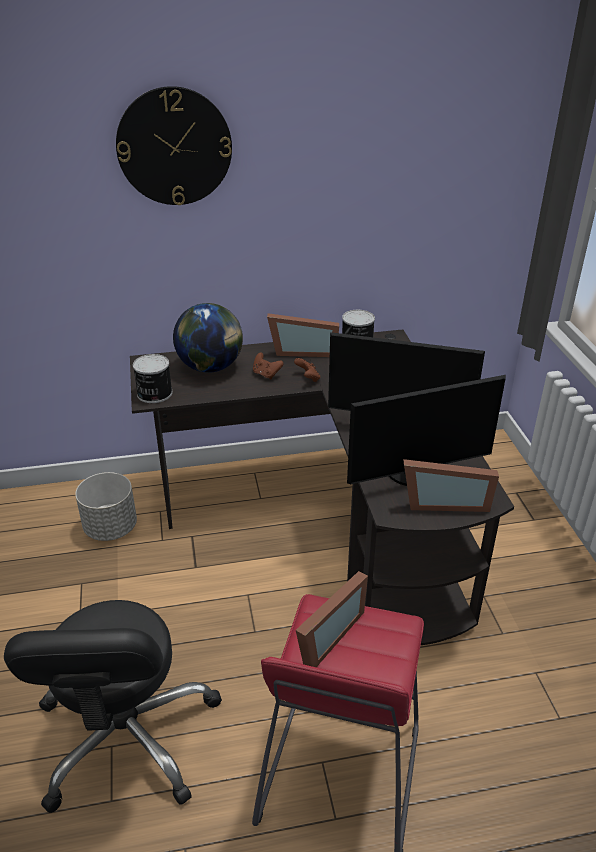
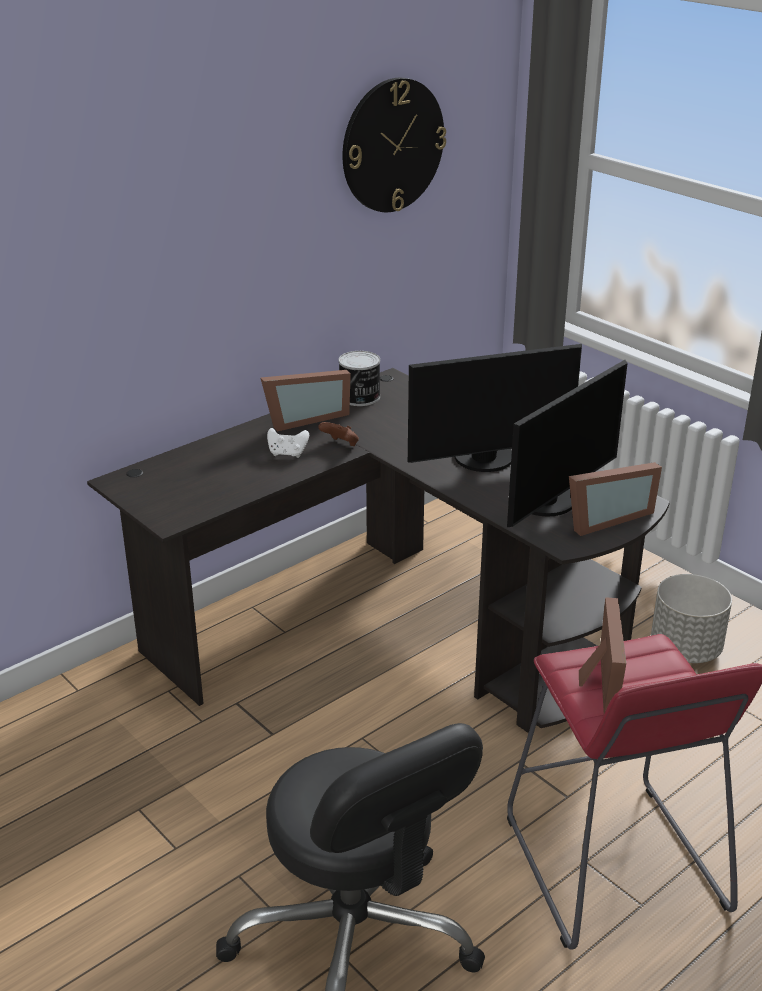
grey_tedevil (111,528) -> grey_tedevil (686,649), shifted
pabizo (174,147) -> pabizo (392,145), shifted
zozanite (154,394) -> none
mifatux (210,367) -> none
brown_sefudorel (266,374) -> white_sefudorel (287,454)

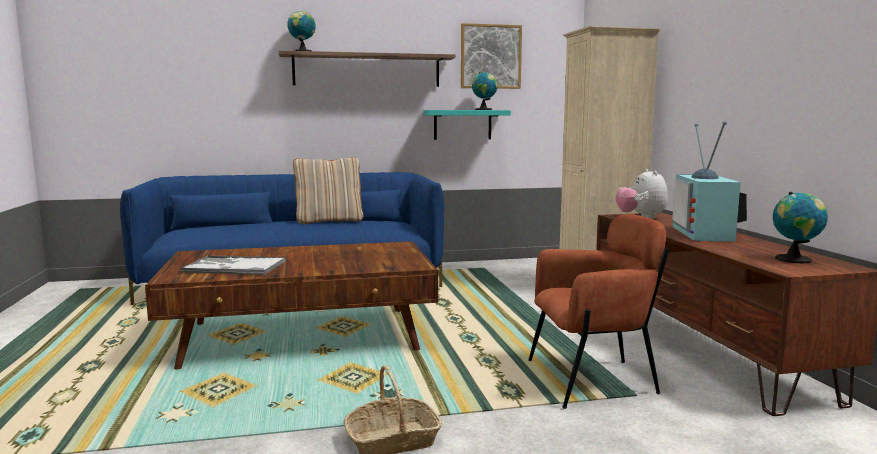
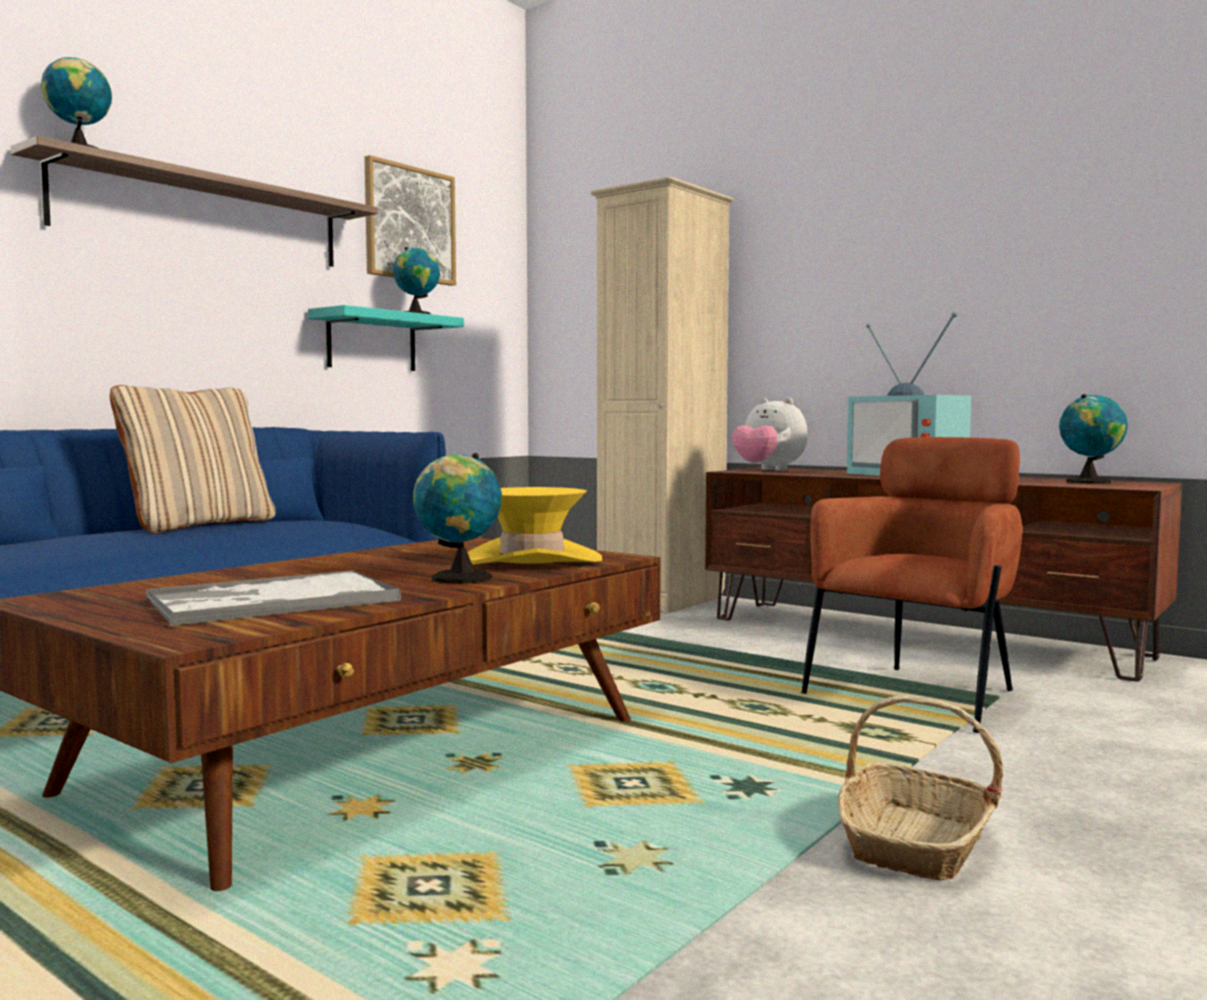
none -> mifatux (457,578)
none -> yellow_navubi (532,560)

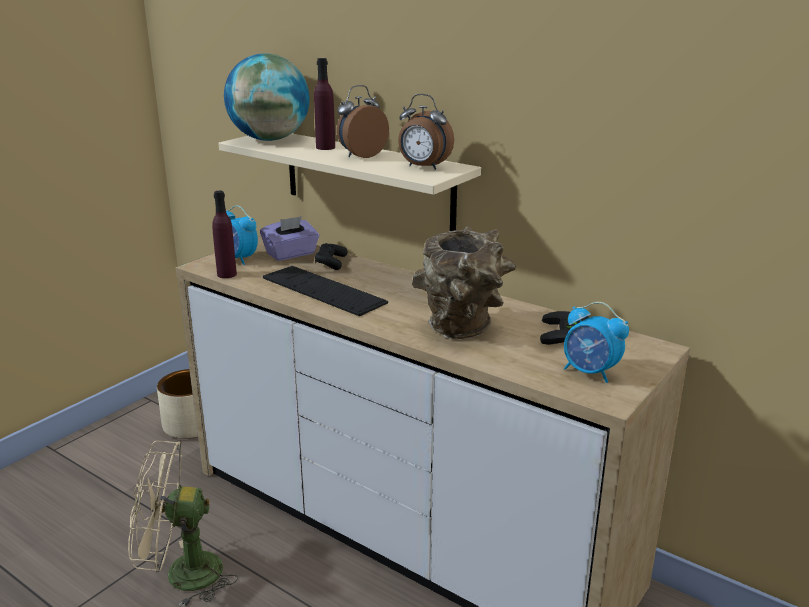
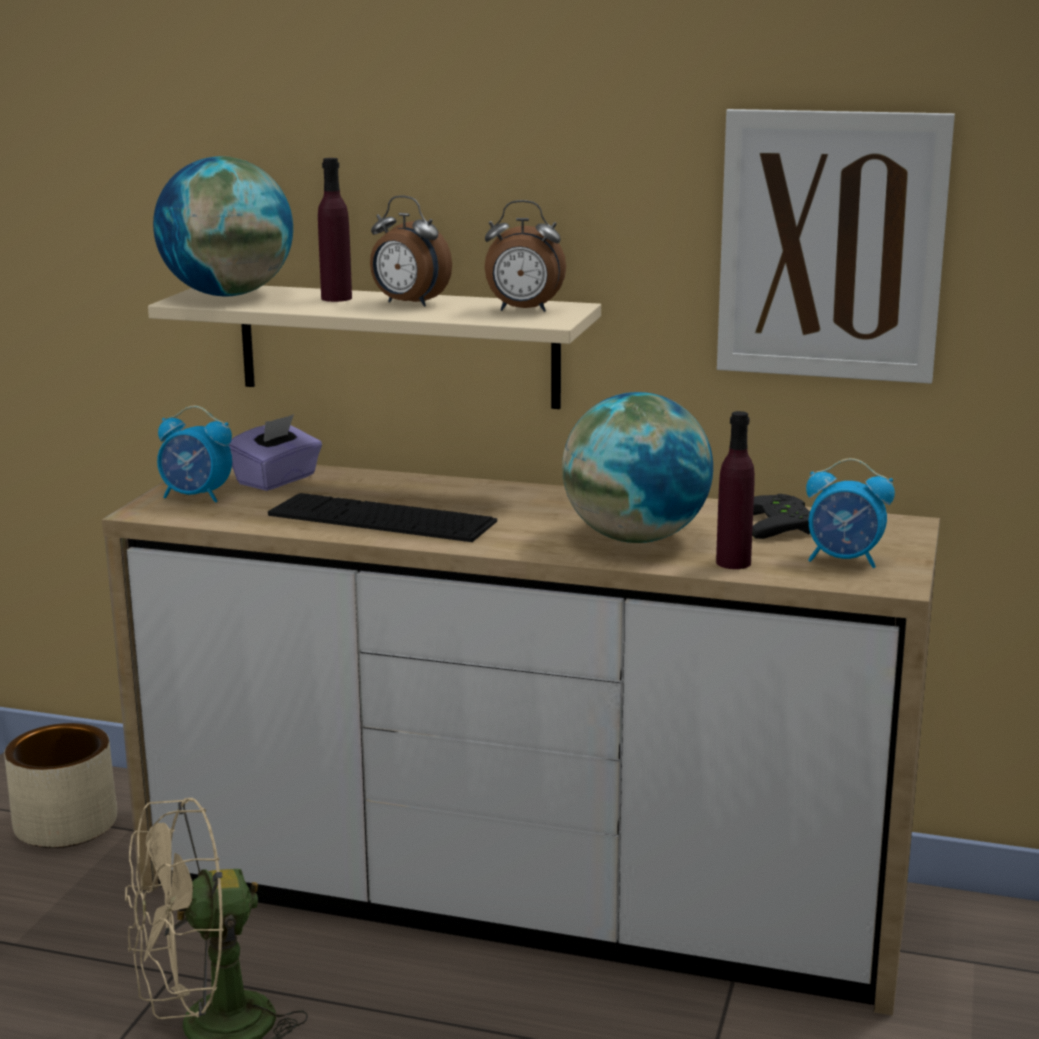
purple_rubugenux (227,274) -> purple_rubugenux (733,563), shifted
black_sefudorel (331,262) -> none
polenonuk (361,155) -> polenonuk (408,304), 90 degrees counterclockwise
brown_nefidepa (463,330) -> mifatux (636,538)
none -> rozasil (831,246)

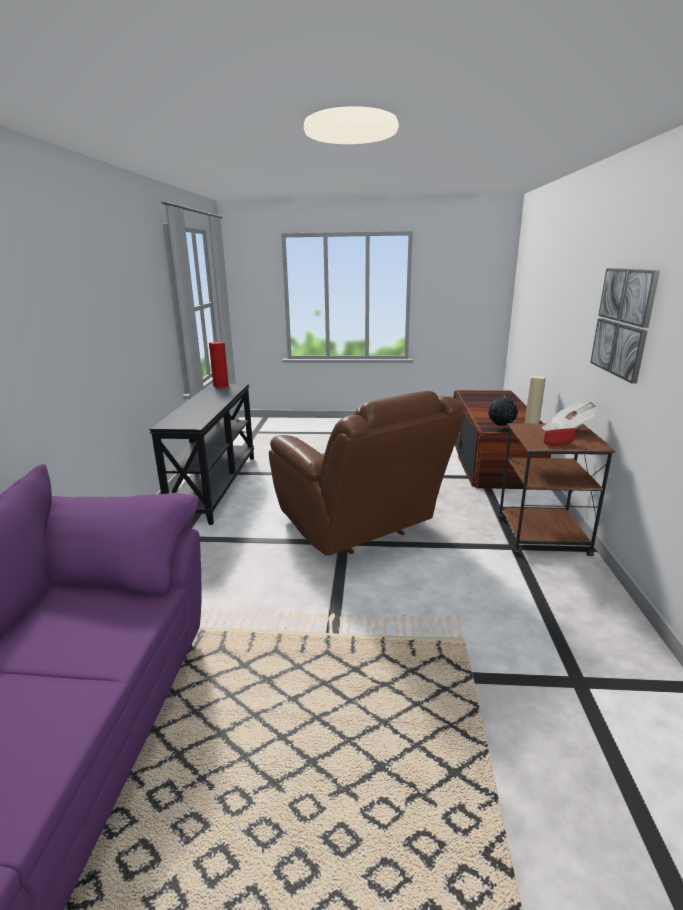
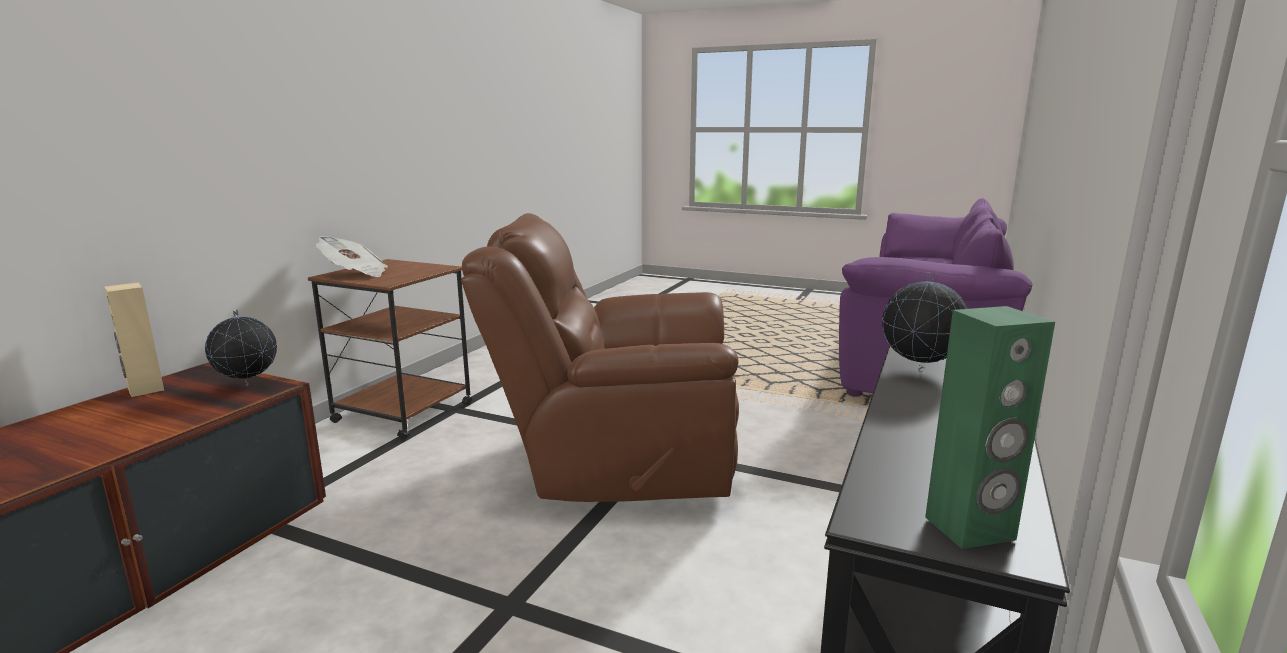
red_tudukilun (221,386) -> green_tudukilun (970,529)
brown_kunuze (360,529) -> brown_kunuze (617,462), 75 degrees counterclockwise
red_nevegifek (558,444) -> none
rozasil (623,322) -> none
none -> mifatux (918,371)

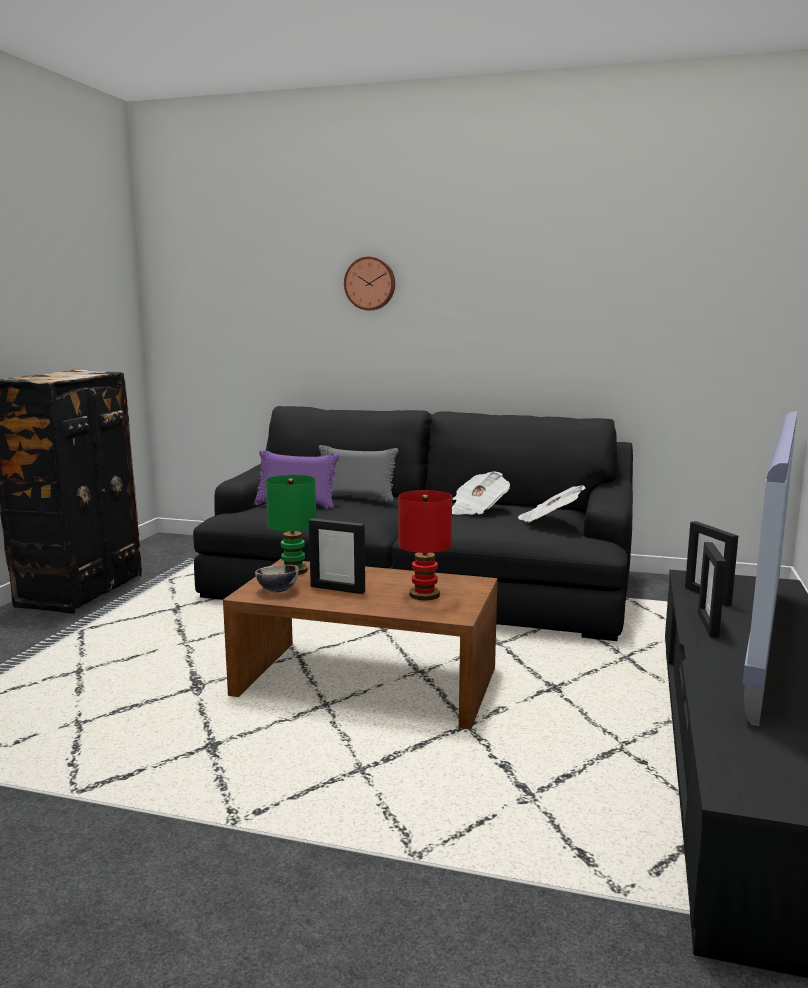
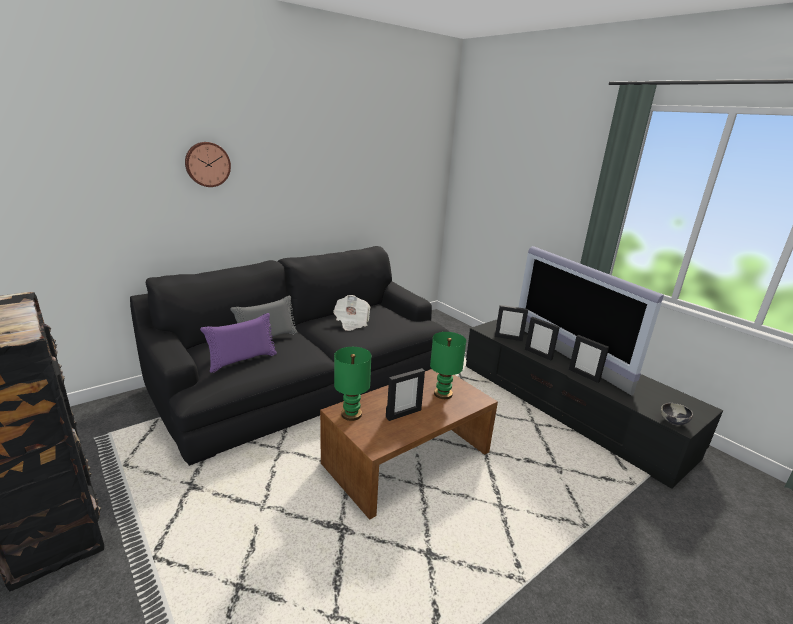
nevegifek (277,591) -> nevegifek (673,422), shifted
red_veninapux (424,595) -> green_veninapux (443,394)
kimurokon (549,521) -> none
none -> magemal (584,375)

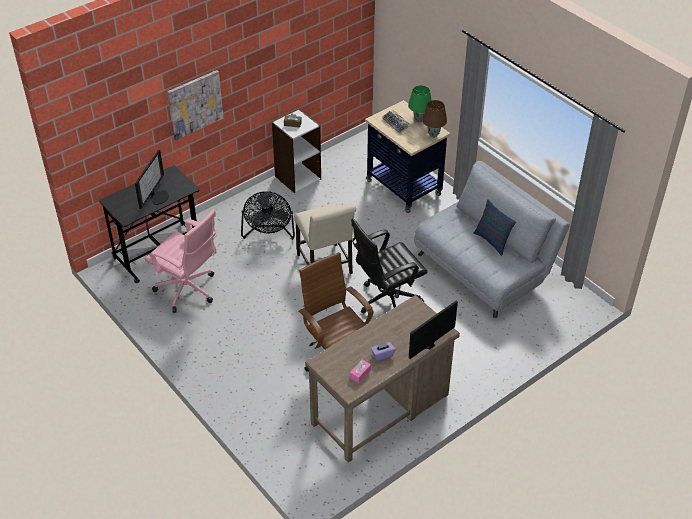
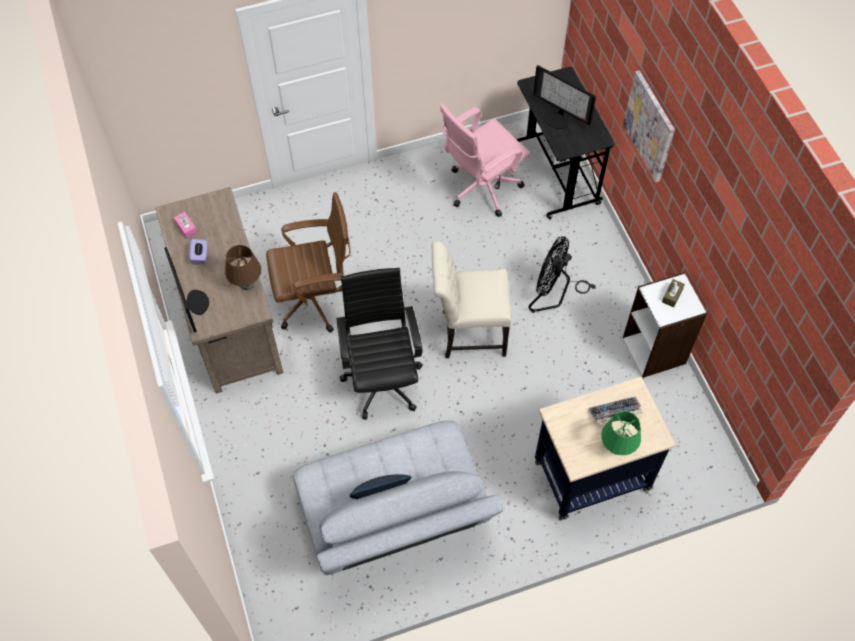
brown_veninapux (433,135) -> brown_veninapux (247,284), shifted

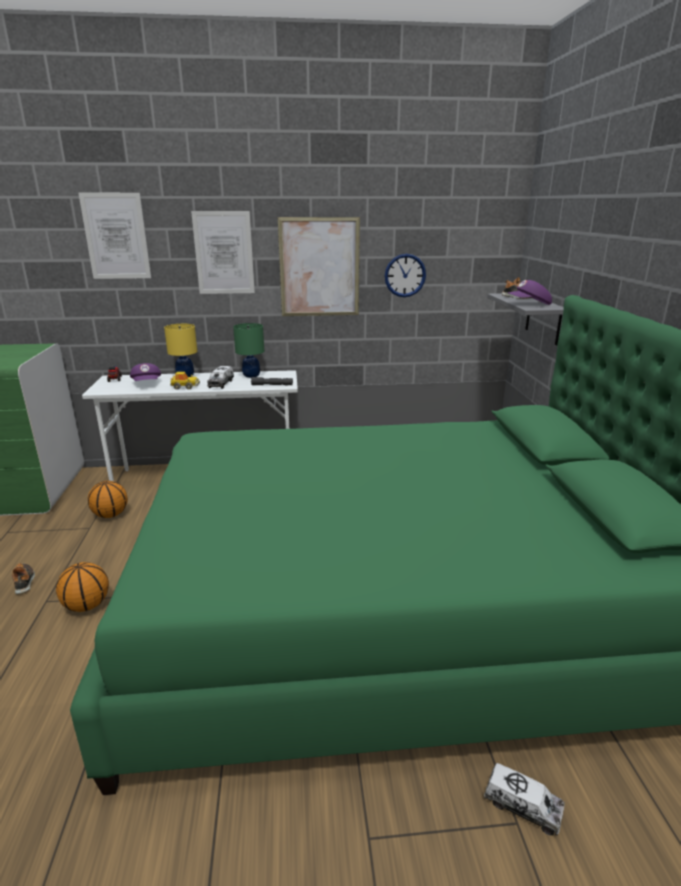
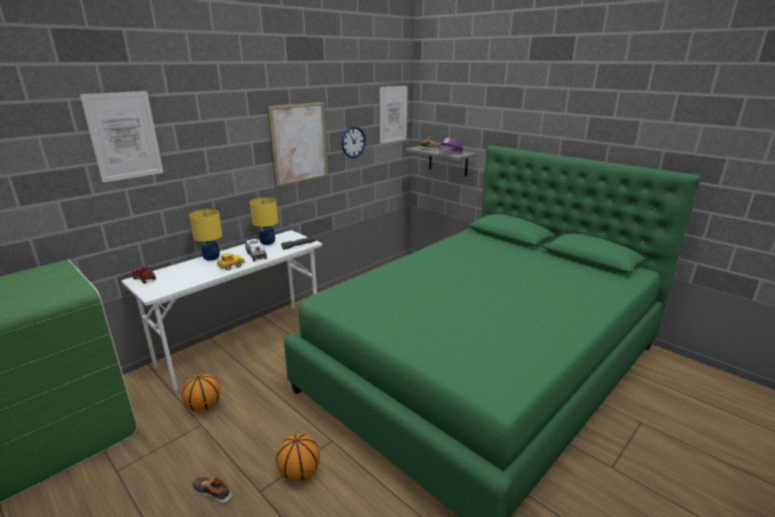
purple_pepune (147,383) -> none
rozasil (224,253) -> rozasil (393,114), shifted
green_veninapux (252,376) -> yellow_veninapux (268,243)
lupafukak (522,806) -> none

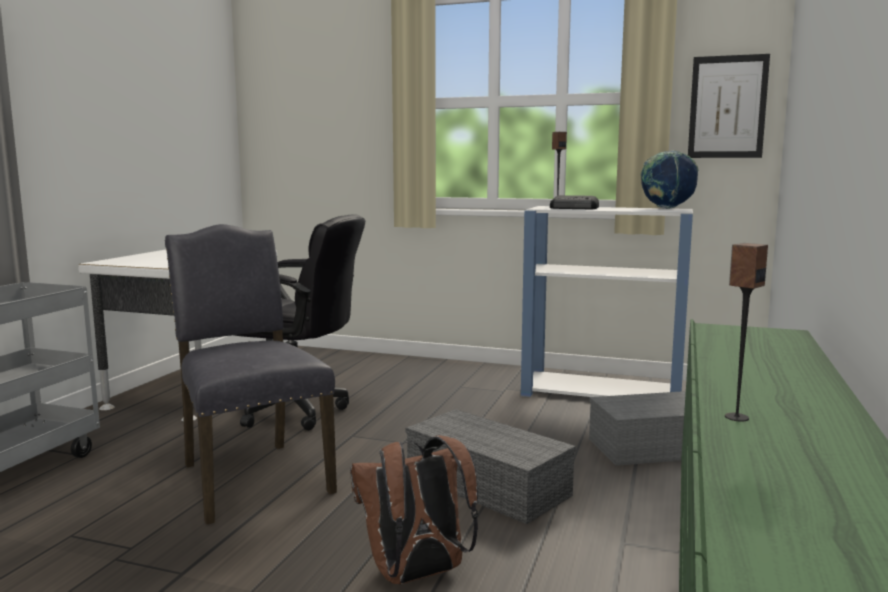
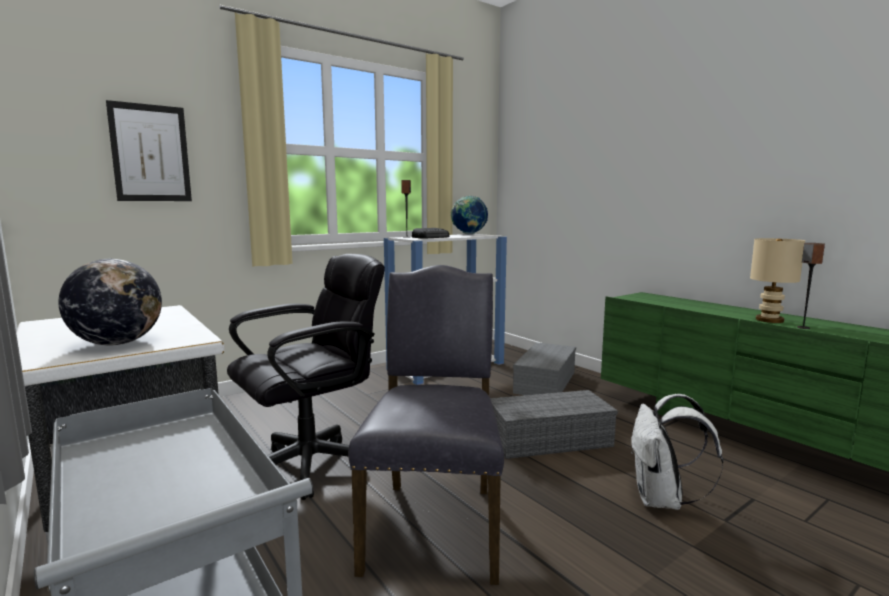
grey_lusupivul (251,477) -> grey_lusupivul (434,524), 90 degrees clockwise
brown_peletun (416,575) -> white_peletun (662,500)
rozasil (727,107) -> rozasil (150,153), shifted
none -> mifatux (117,343)
none -> beige_veninapux (770,320)

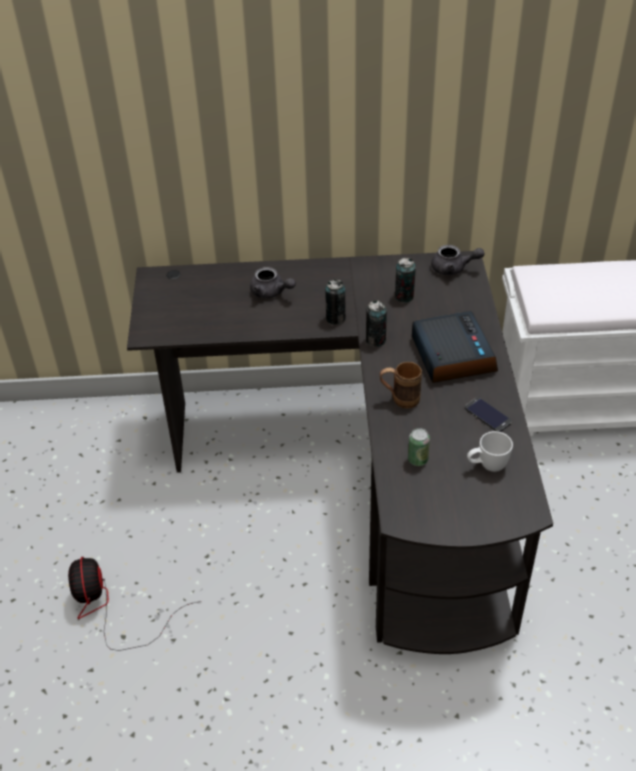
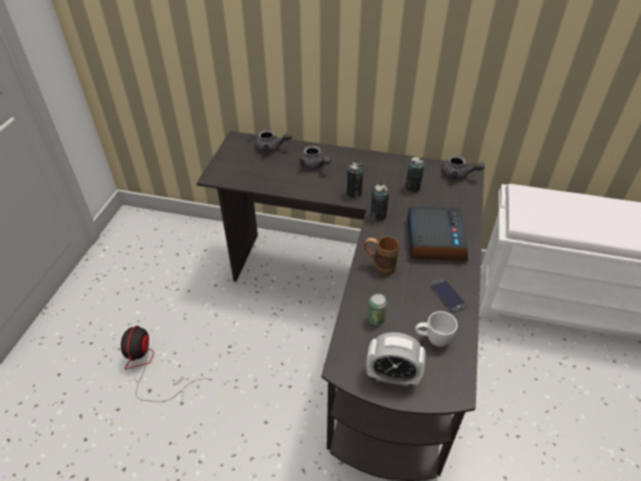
none -> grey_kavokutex (271,148)
none -> polenonuk (392,376)

